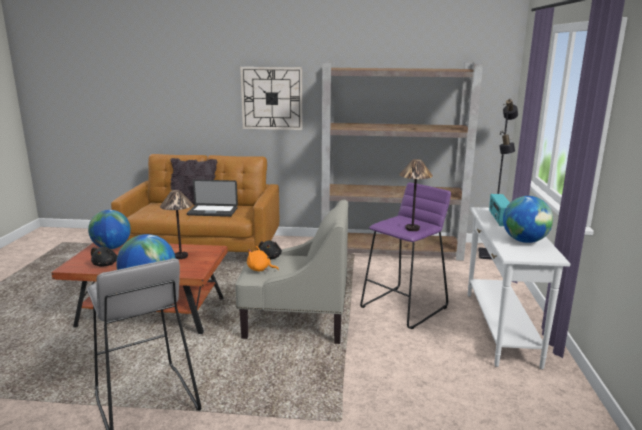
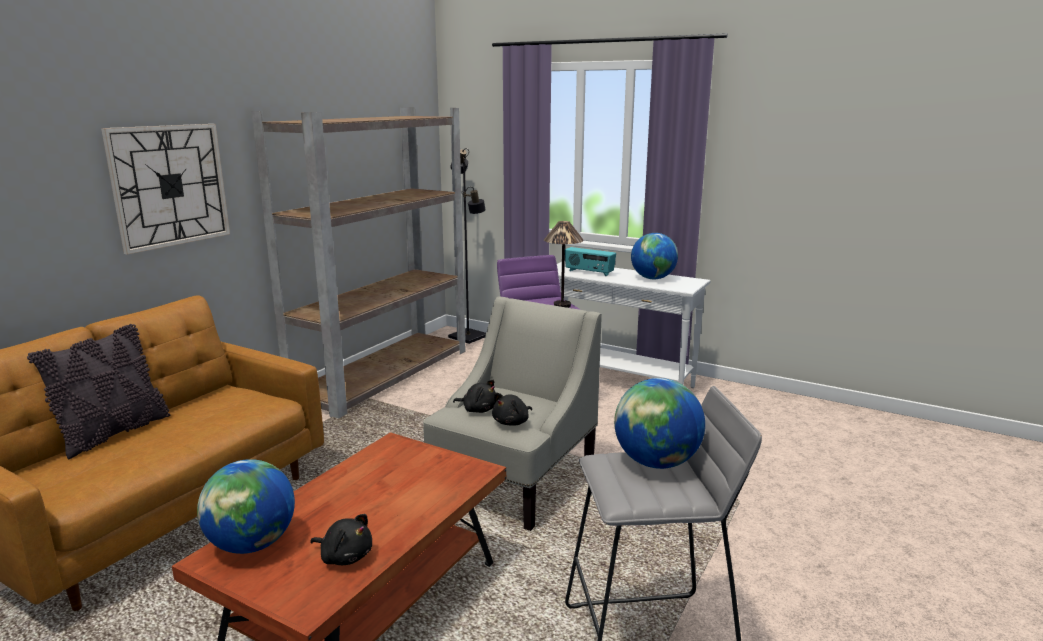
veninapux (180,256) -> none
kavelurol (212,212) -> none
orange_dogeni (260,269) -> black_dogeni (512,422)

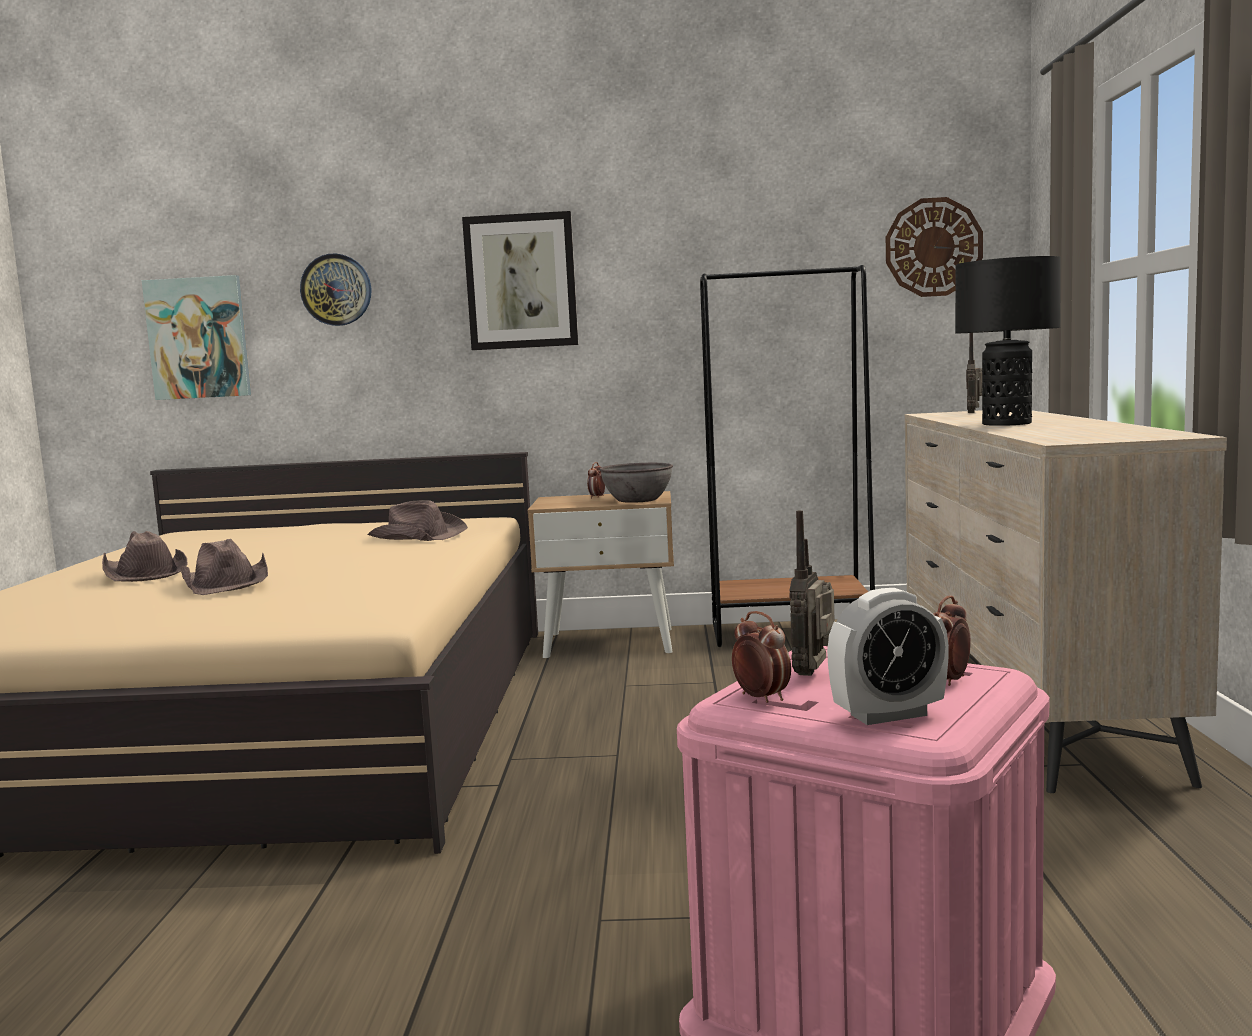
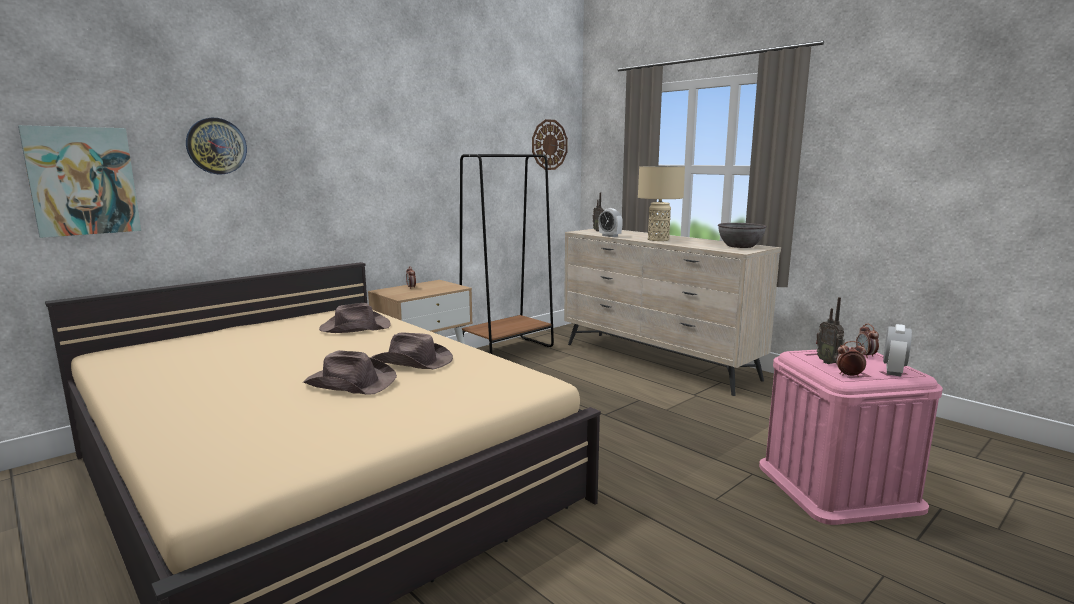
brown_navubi (144,573) -> brown_navubi (412,362), shifted
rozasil (521,281) -> none
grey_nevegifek (637,499) -> grey_nevegifek (740,246), shifted
black_veninapux (1005,423) -> beige_veninapux (658,239)
none -> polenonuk (610,236)

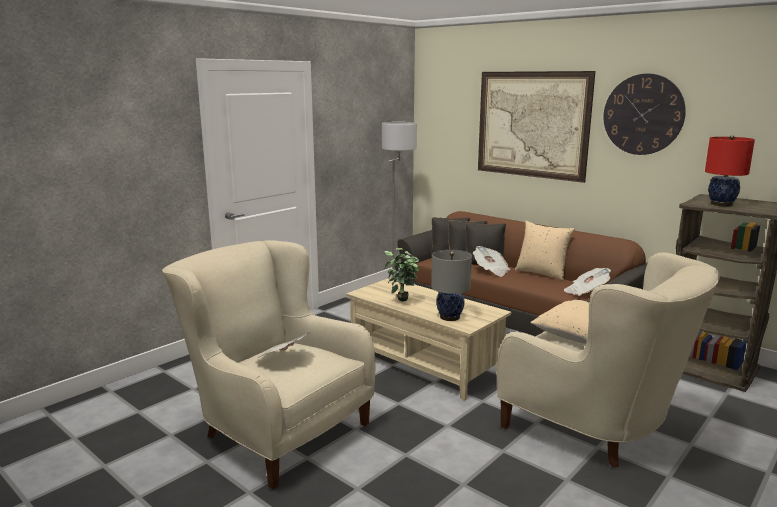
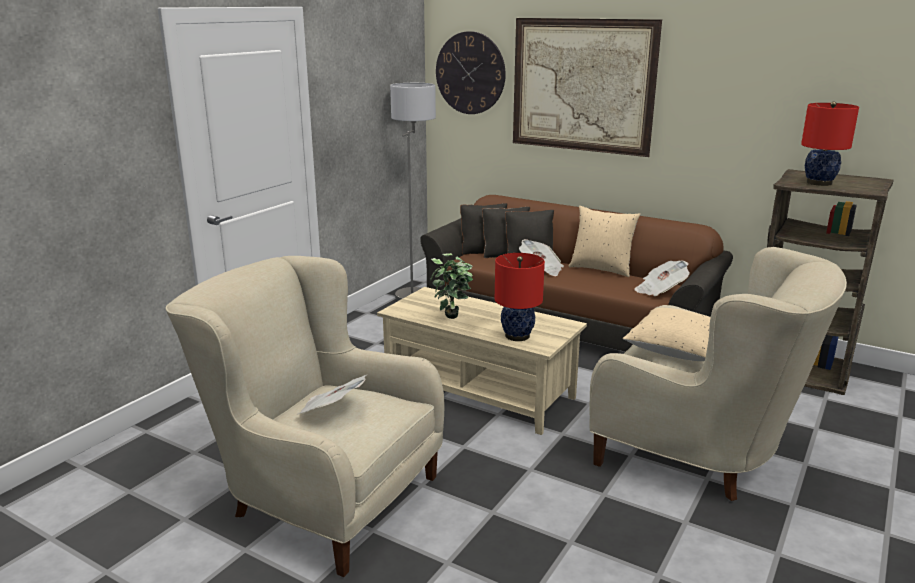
grey_veninapux (449,317) -> red_veninapux (517,336)
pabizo (643,114) -> pabizo (470,73), shifted

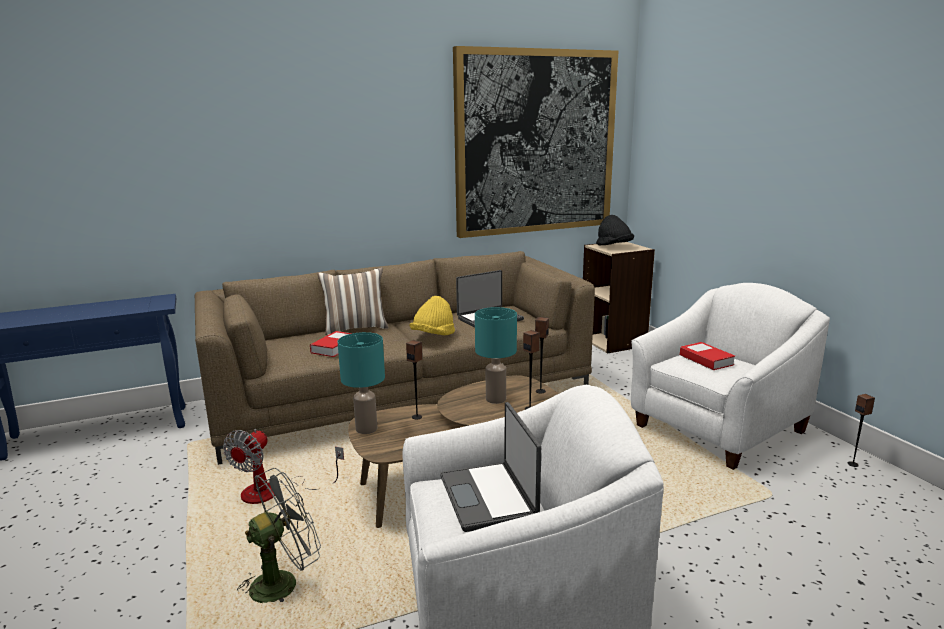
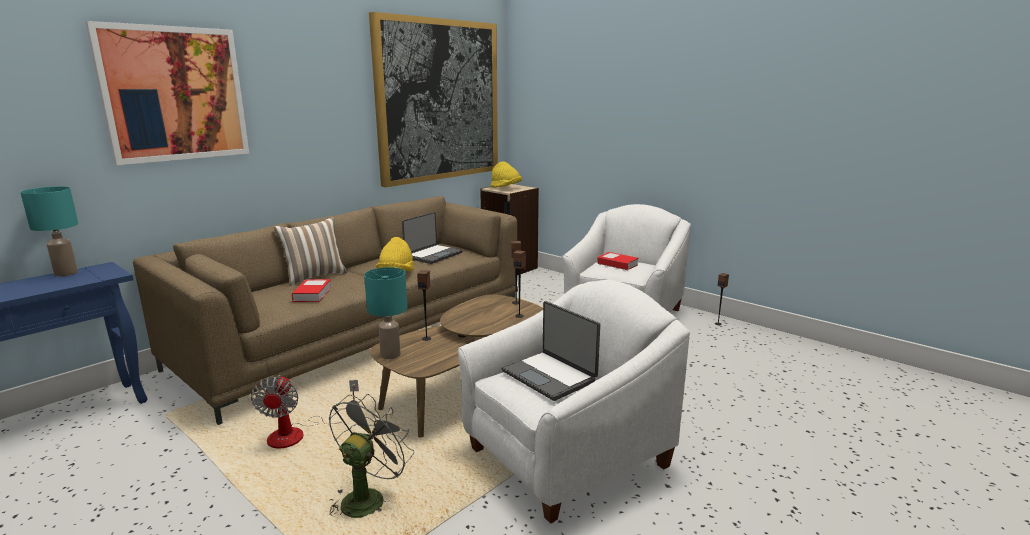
turquoise_veninapux (495,399) -> turquoise_veninapux (65,273), shifted
black_navubi (614,247) -> yellow_navubi (506,188)
none -> rozasil (174,94)

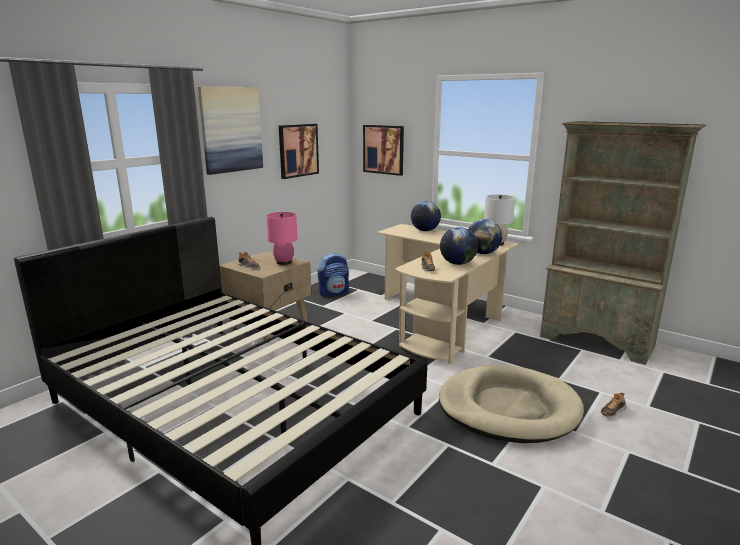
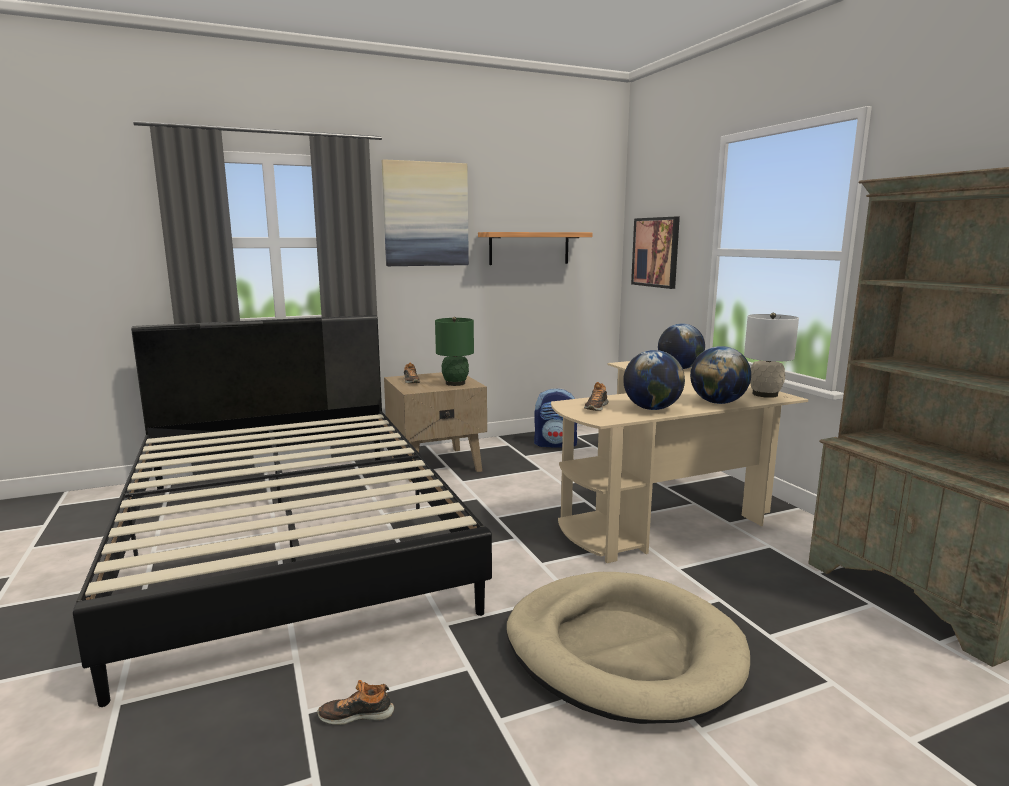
pink_veninapux (284,262) -> green_veninapux (455,383)
rozasil (298,150) -> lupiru (529,248)
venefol (612,411) -> venefol (356,714), shifted

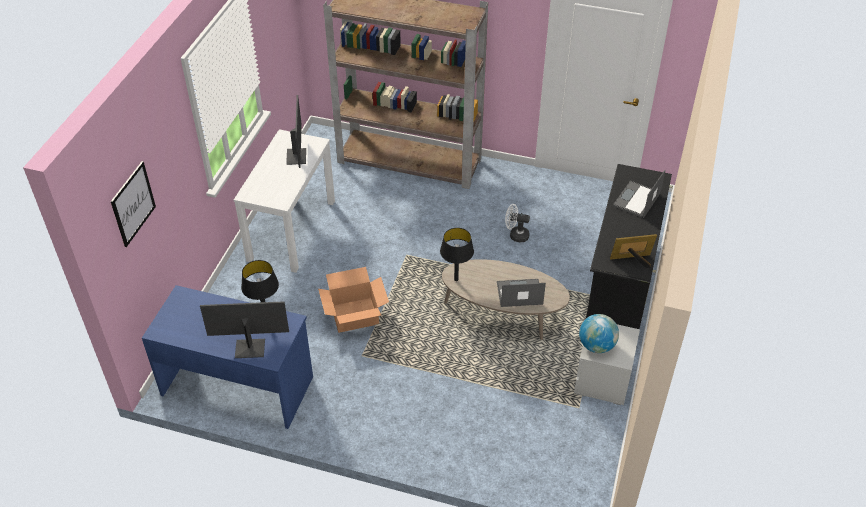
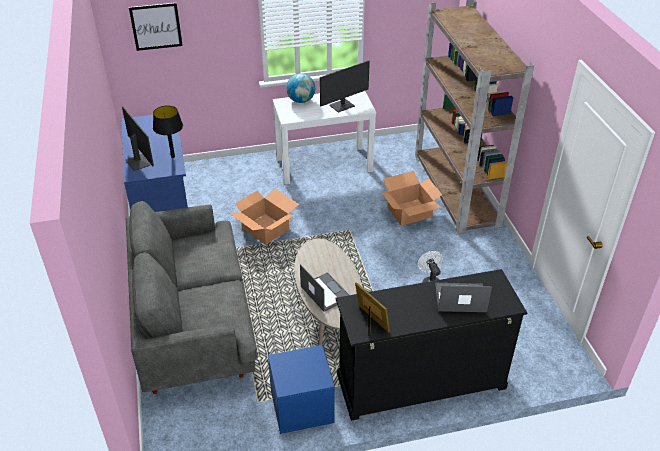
black_veninapux (456,279) -> none
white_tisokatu (604,380) -> blue_tisokatu (302,409)
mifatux (596,345) -> mifatux (301,100), shifted
none -> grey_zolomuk (194,326)
none -> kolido (409,212)

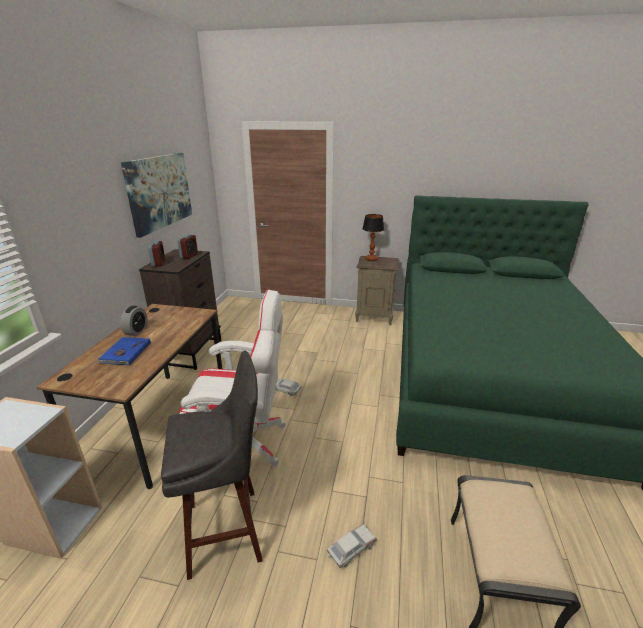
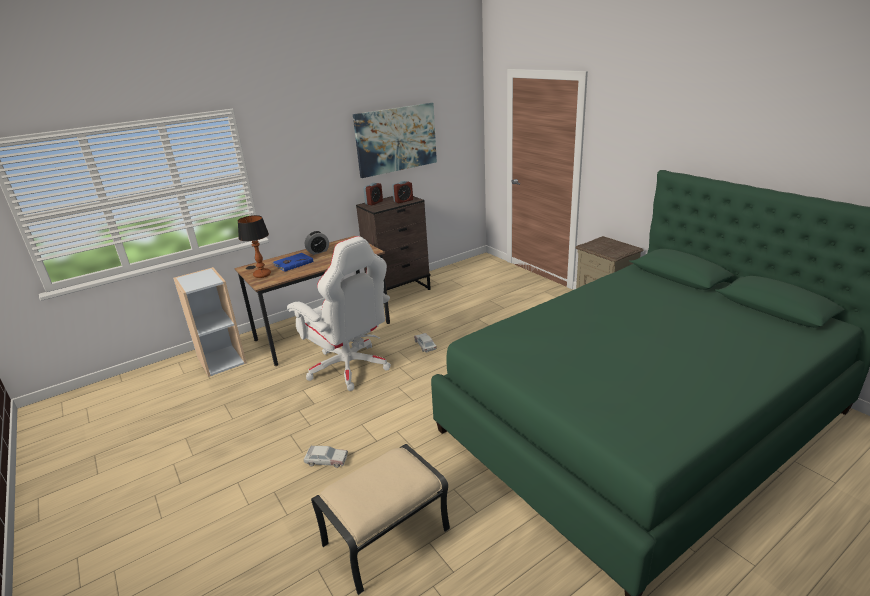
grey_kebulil (228,531) -> none
veninapux (371,259) -> veninapux (262,275), shifted

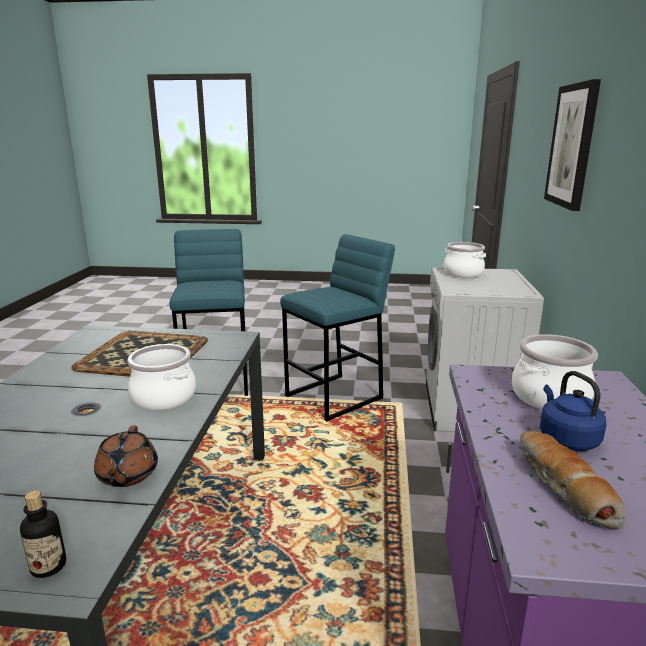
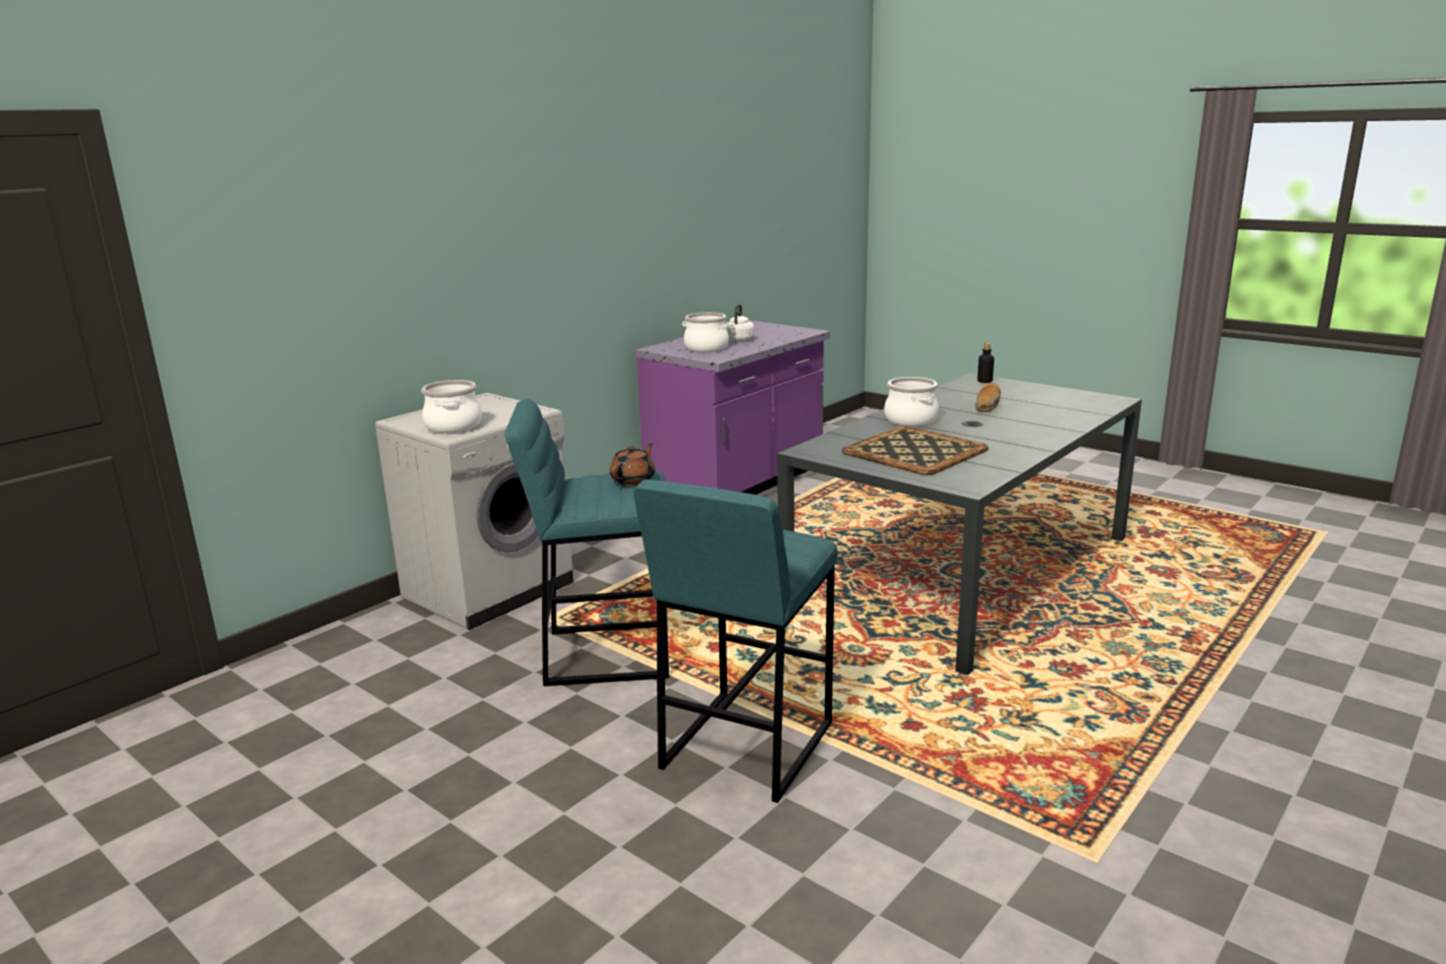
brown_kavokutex (127,475) -> brown_kavokutex (633,480), shifted
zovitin (562,487) -> zovitin (988,406), shifted
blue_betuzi (566,438) -> white_betuzi (739,340)
rozasil (572,146) -> none

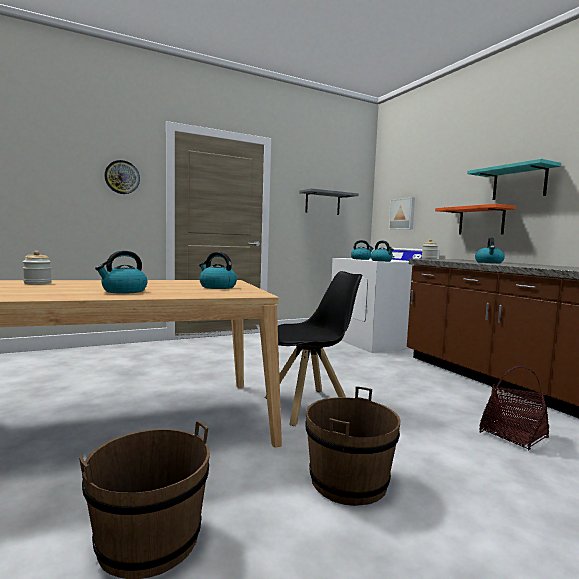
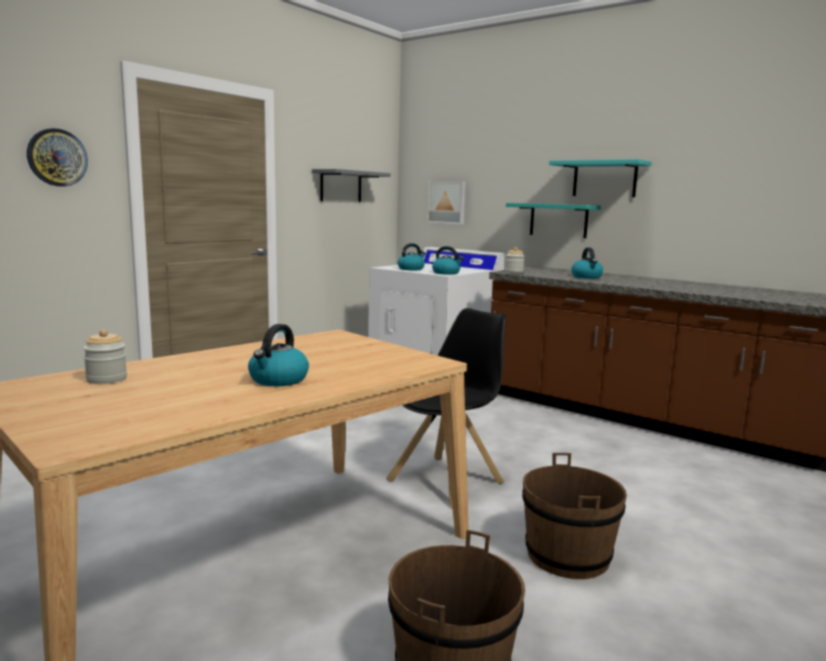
betuzi (217,287) -> none
orange_lupiru (481,221) -> turquoise_lupiru (558,220)
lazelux (513,435) -> none

